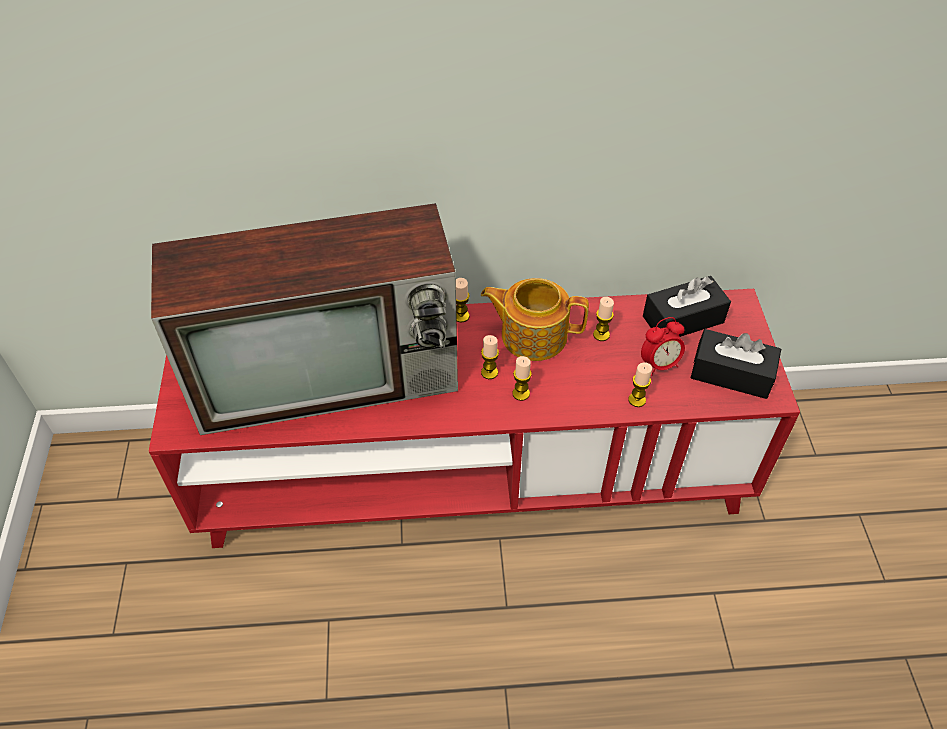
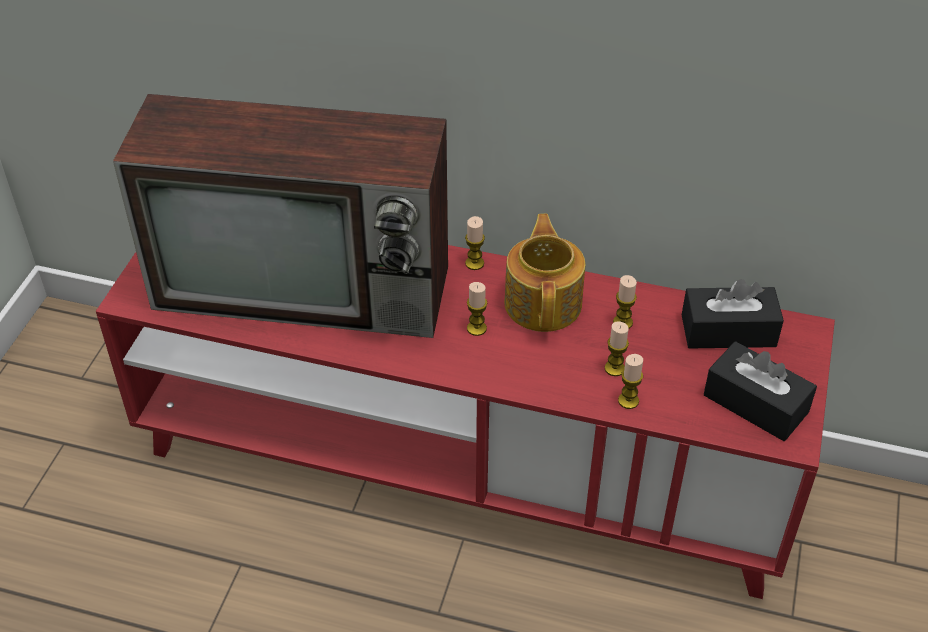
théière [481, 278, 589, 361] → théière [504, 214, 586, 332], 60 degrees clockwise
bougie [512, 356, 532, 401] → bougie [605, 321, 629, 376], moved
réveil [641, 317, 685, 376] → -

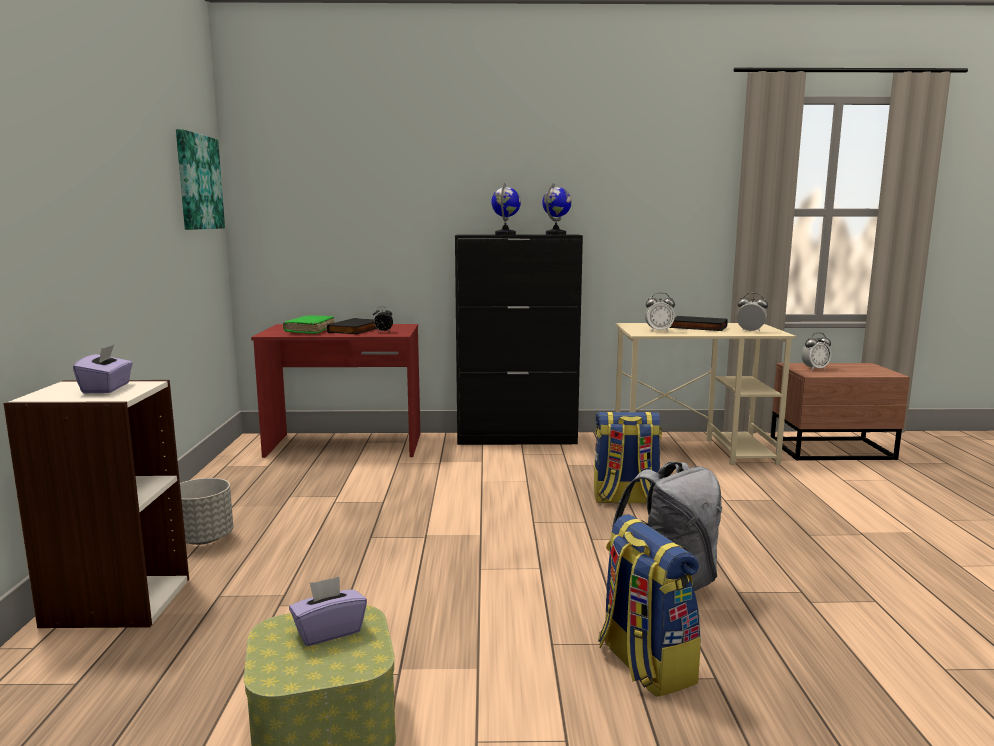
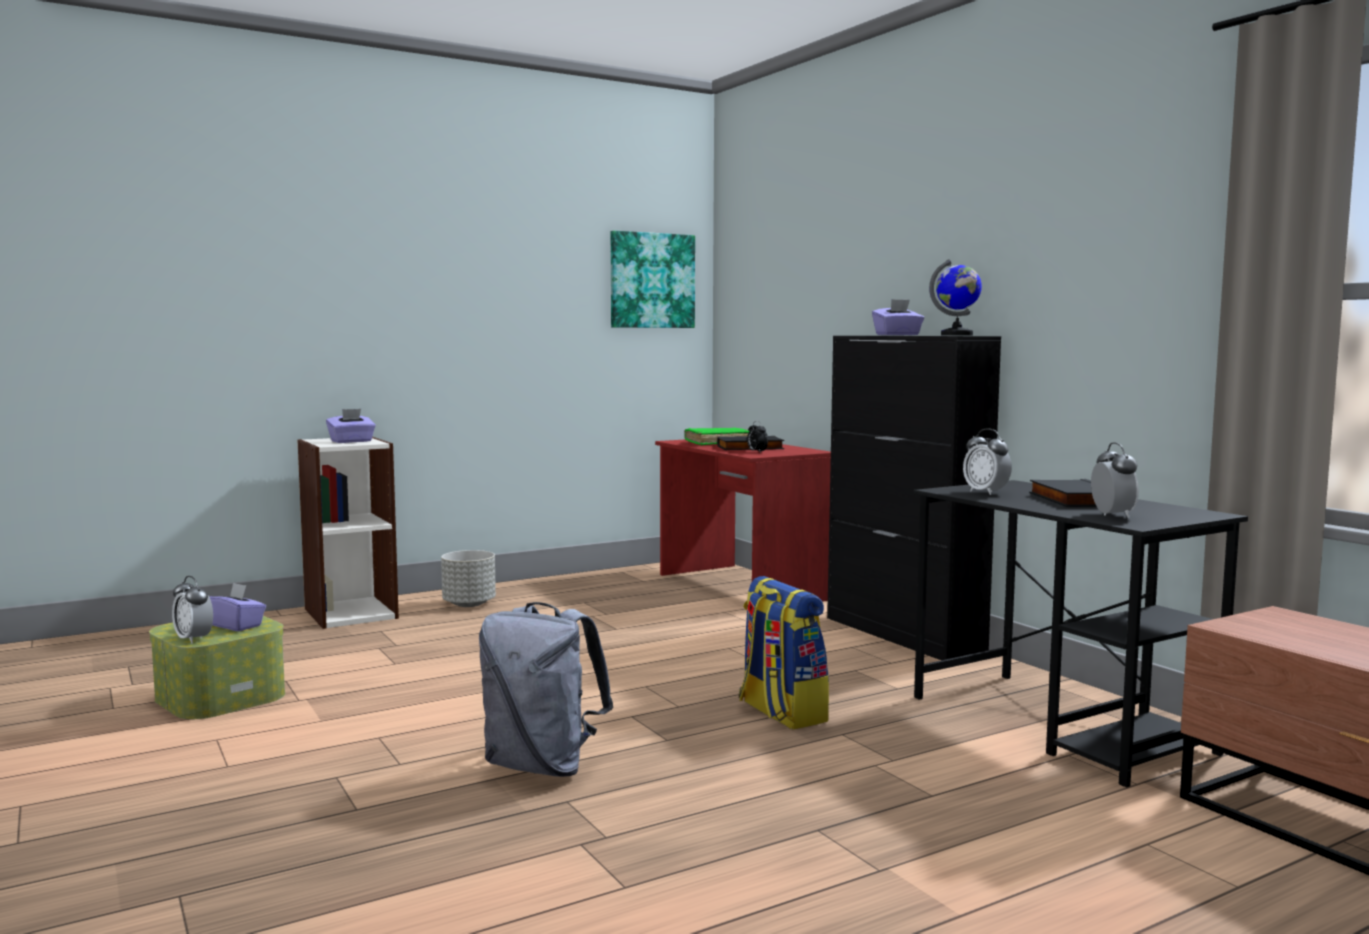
globe [491, 183, 521, 235] → boîte à mouchoirs/violet [872, 299, 924, 335]
sac à dos [598, 514, 701, 697] → -
bureau/beige [615, 323, 796, 465] → bureau/noir [914, 480, 1248, 788]
réveil [802, 333, 832, 370] → réveil [172, 576, 213, 644], moved

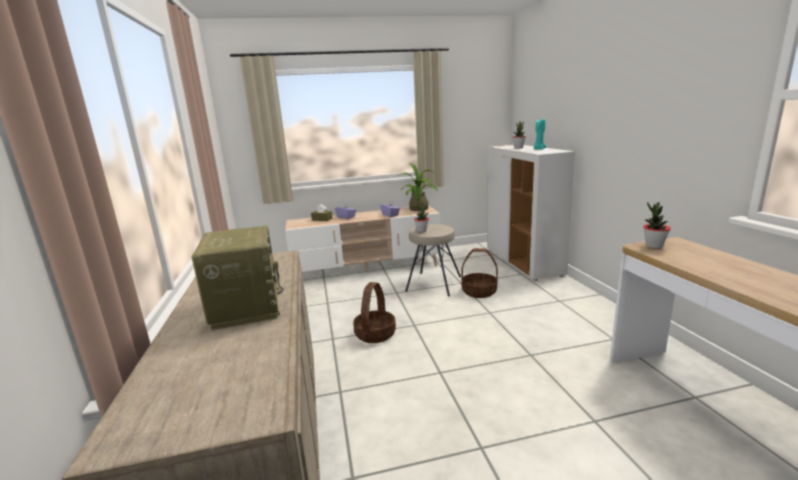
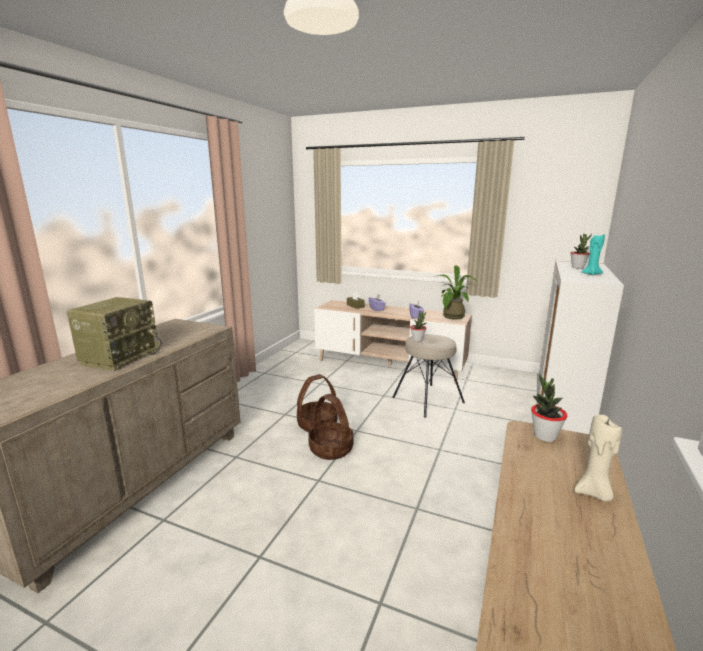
panier [462, 248, 498, 298] → panier [308, 394, 354, 460], moved
- → bougie/beige [574, 415, 622, 501]

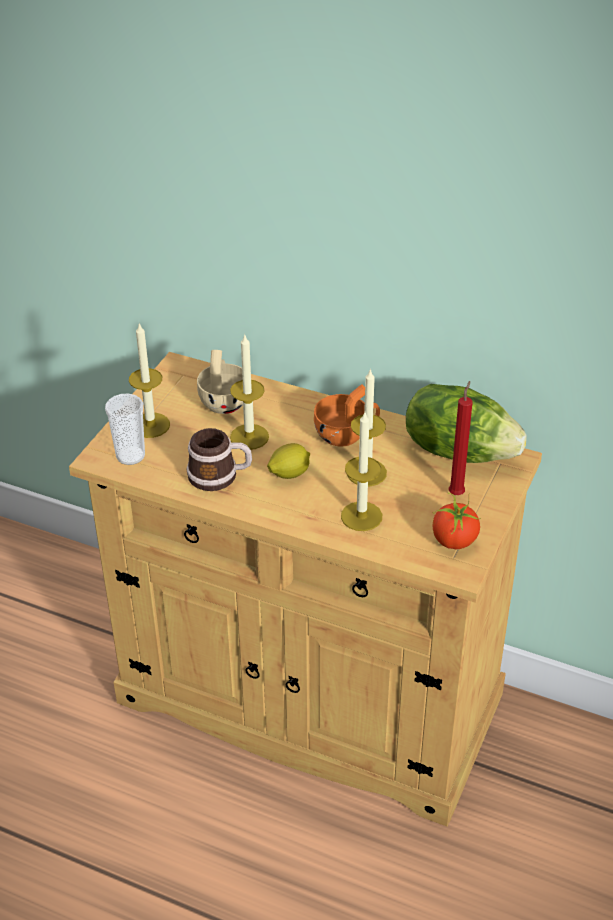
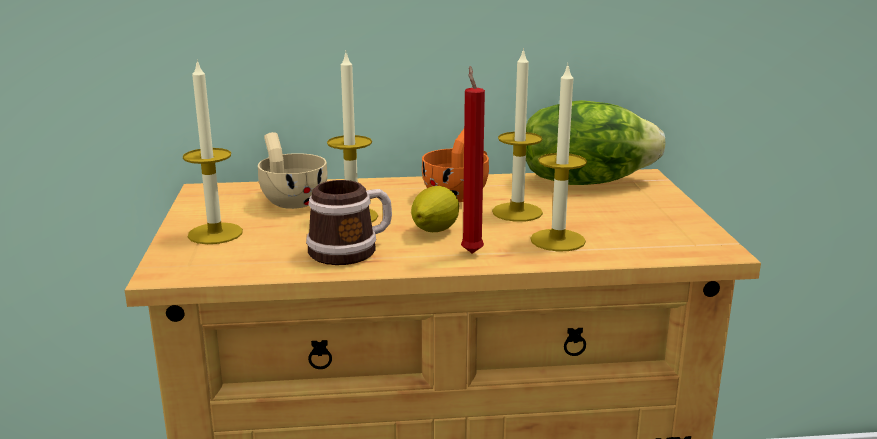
tasse [105, 394, 145, 465] → -
tomate [433, 493, 481, 549] → -
bougie/rouge [449, 381, 473, 495] → bougie/rouge [461, 66, 485, 254], moved

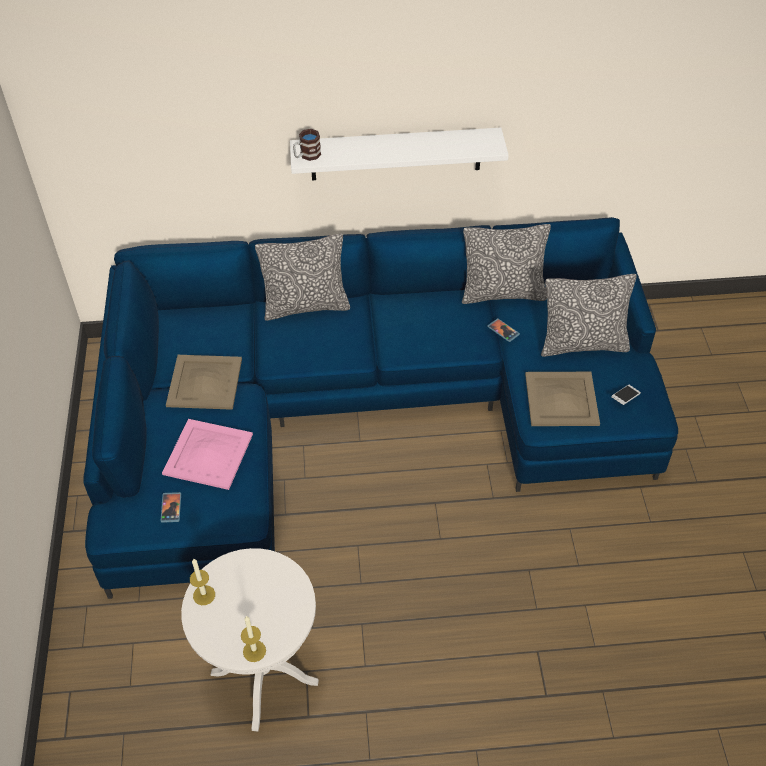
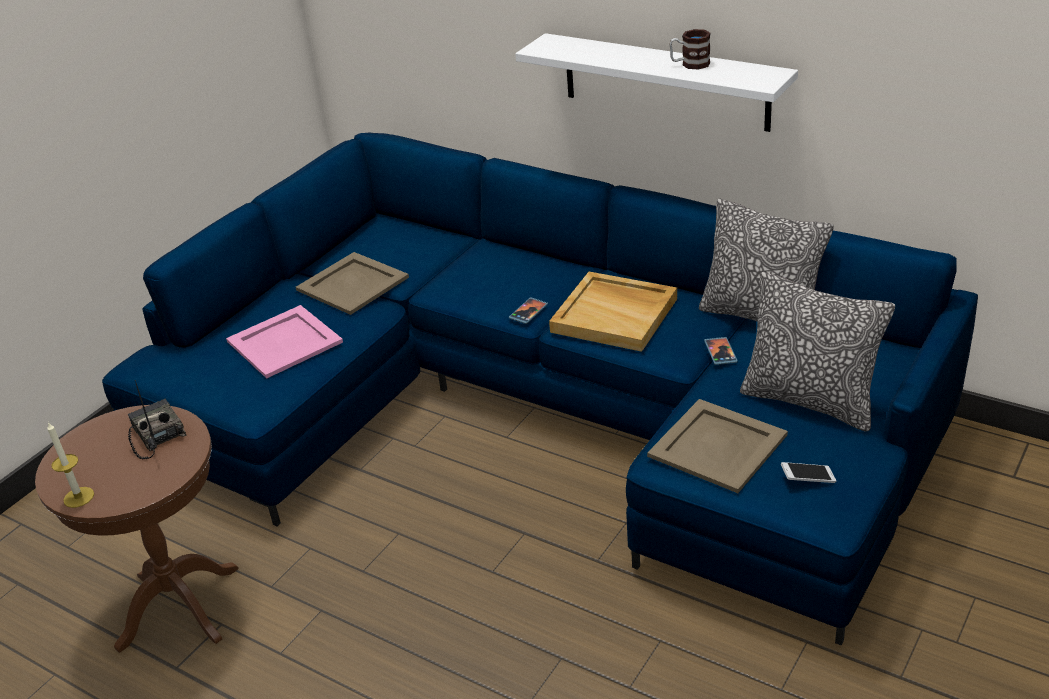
téléphone [161, 492, 181, 523] → téléphone [509, 297, 548, 324], moved
table d'appoint/blanc [181, 548, 319, 731] → table d'appoint/marron [35, 405, 239, 653]
bougie [190, 558, 215, 605] → -
coussin [255, 234, 350, 321] → -
mug [293, 129, 321, 161] → mug [670, 29, 710, 70], moved
- → radio [128, 380, 187, 459]
- → plateau/beige [549, 272, 677, 352]

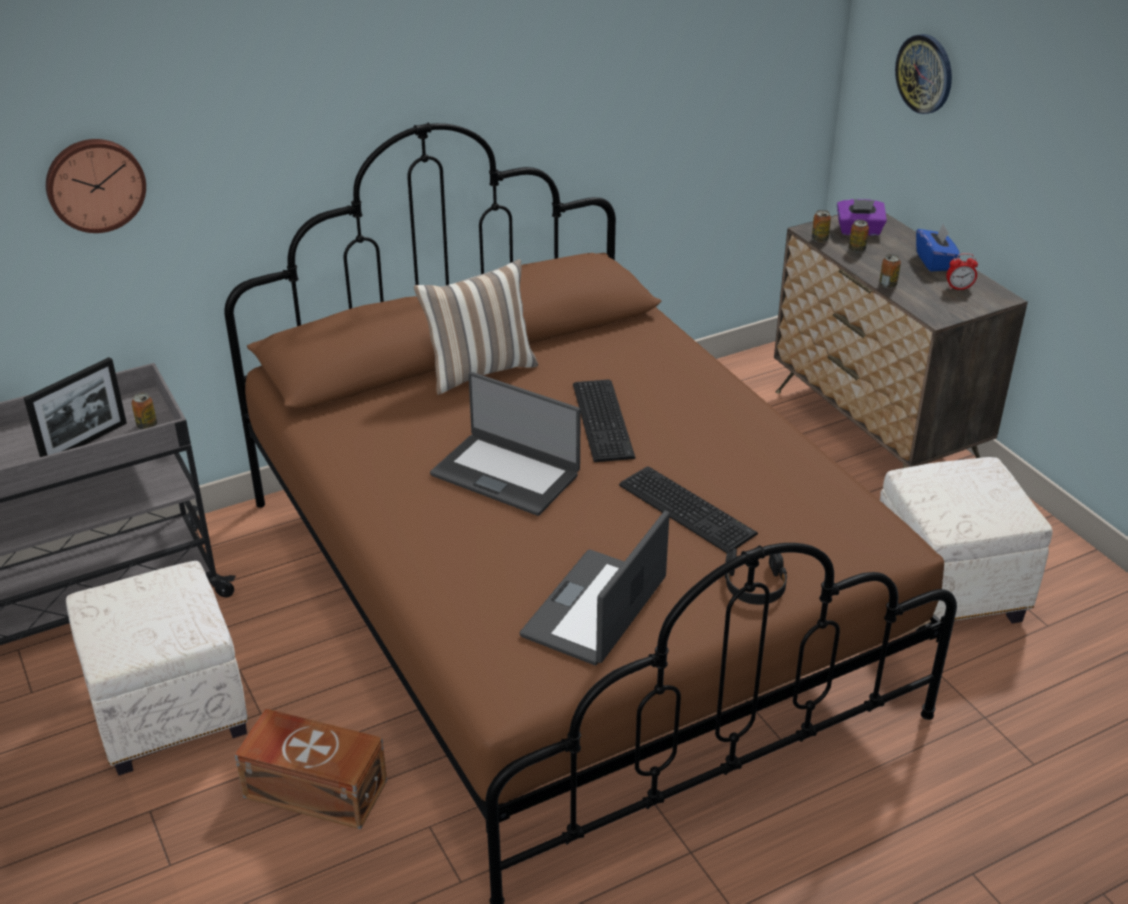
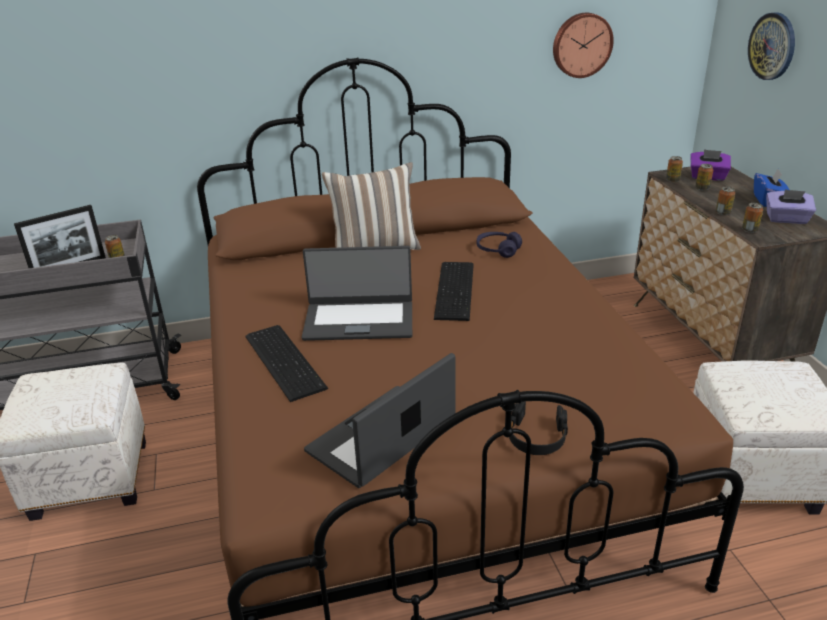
horloge murale [46, 139, 146, 233] → horloge murale [553, 13, 614, 78], moved
boîte de rangement/marron [235, 708, 387, 830] → -
ordinateur portable [430, 372, 581, 516] → ordinateur portable [302, 246, 412, 341], 45 degrees counterclockwise
clavier [619, 466, 758, 553] → clavier [245, 325, 328, 402], moved
réveil [946, 253, 978, 290] → boîte à mouchoirs/violet [766, 189, 816, 224]
- → casque audio/violet [477, 232, 522, 258]
- → boîte métallique [742, 203, 763, 233]

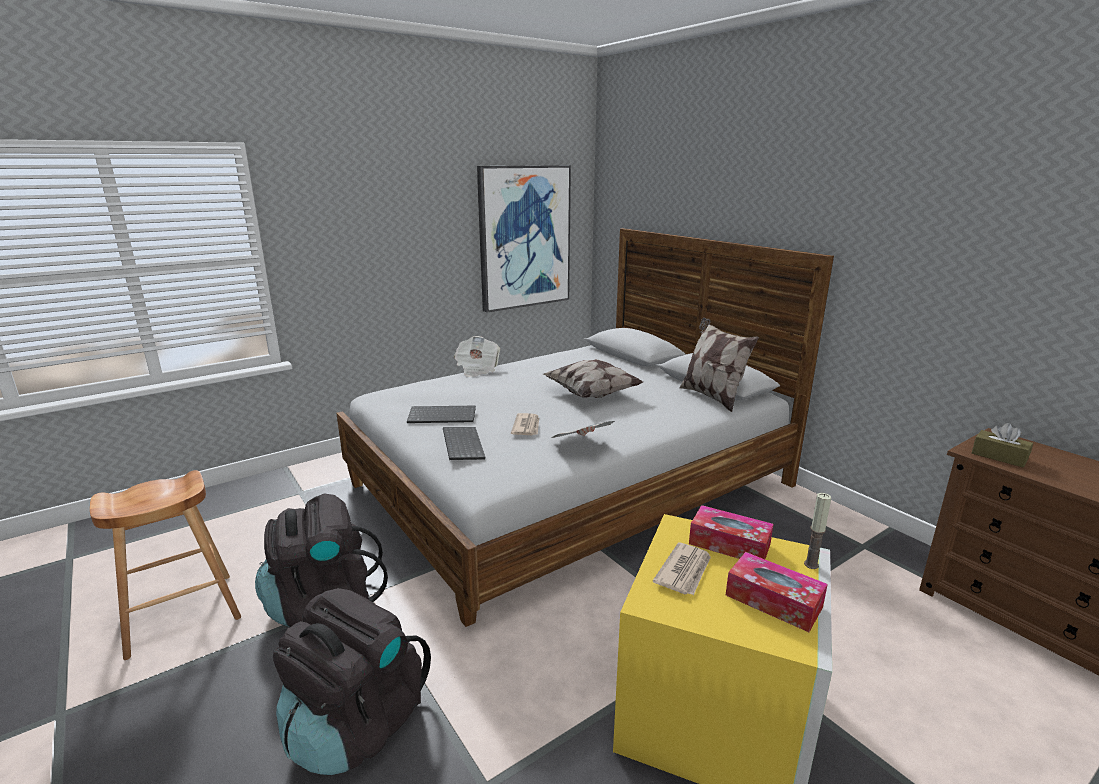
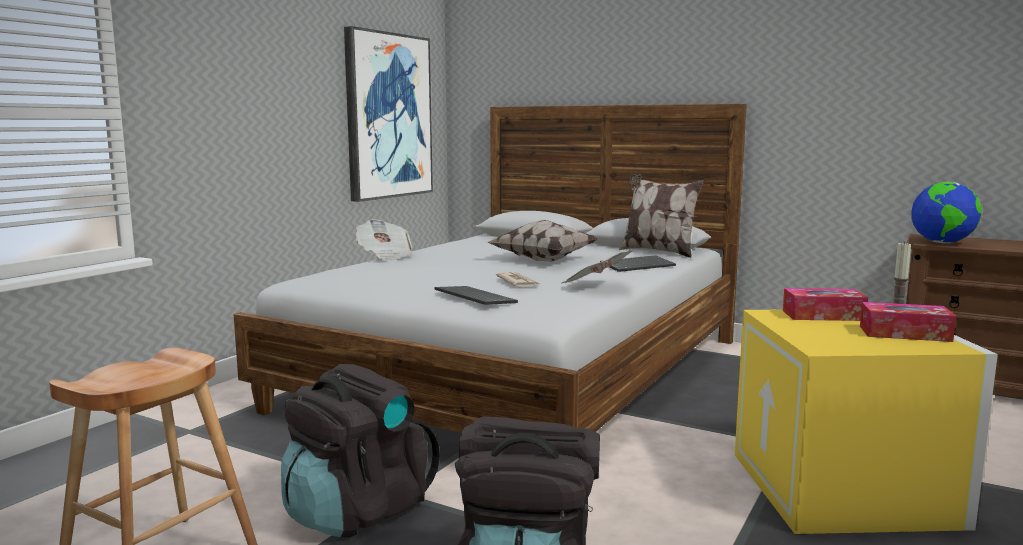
clavier [407, 405, 476, 423] → clavier [600, 255, 676, 272], moved
journal [653, 543, 711, 595] → -
boîte à mouchoirs/marron [972, 423, 1033, 467] → globe [911, 182, 981, 243]

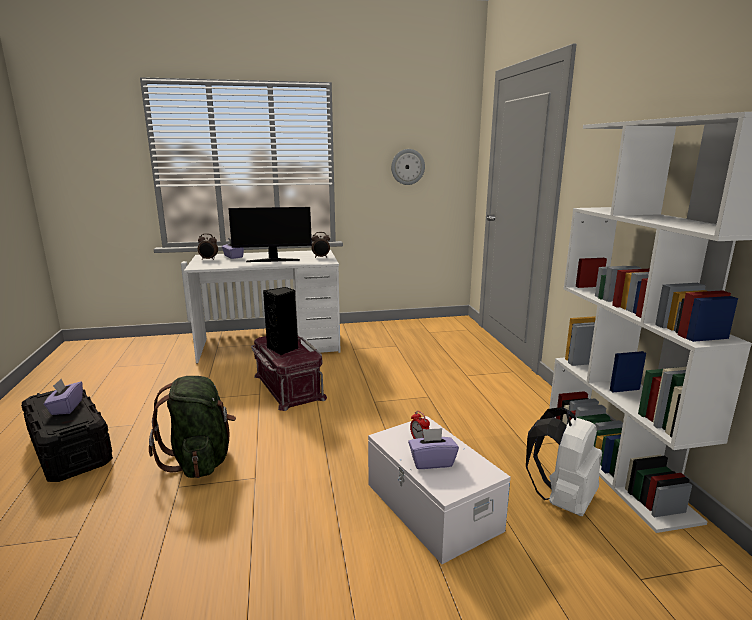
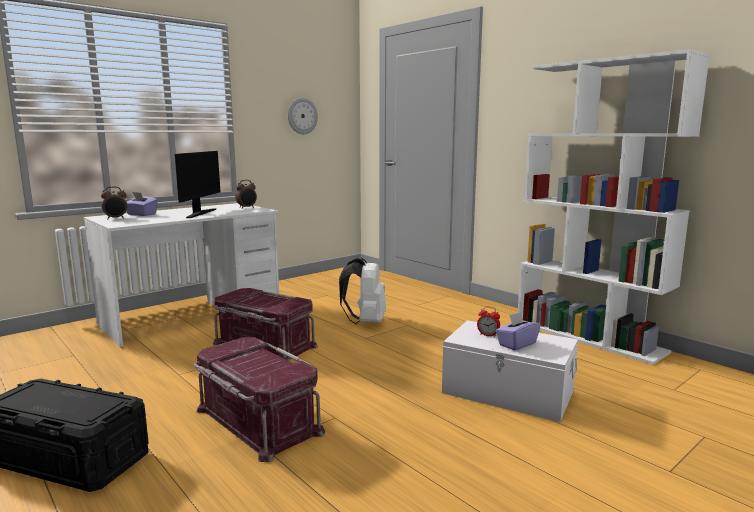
boîte à mouchoirs/violet [44, 379, 83, 415] → -
sac à dos/vert [149, 376, 236, 478] → boîte de rangement/rouge [194, 337, 325, 462]
écran d'ordinateur [228, 207, 312, 262] → écran d'ordinateur [175, 151, 220, 218], 45 degrees counterclockwise
enceinte/noir [263, 287, 298, 355] → -
sac à dos/blanc [526, 407, 602, 516] → sac à dos/blanc [339, 258, 386, 324], moved

